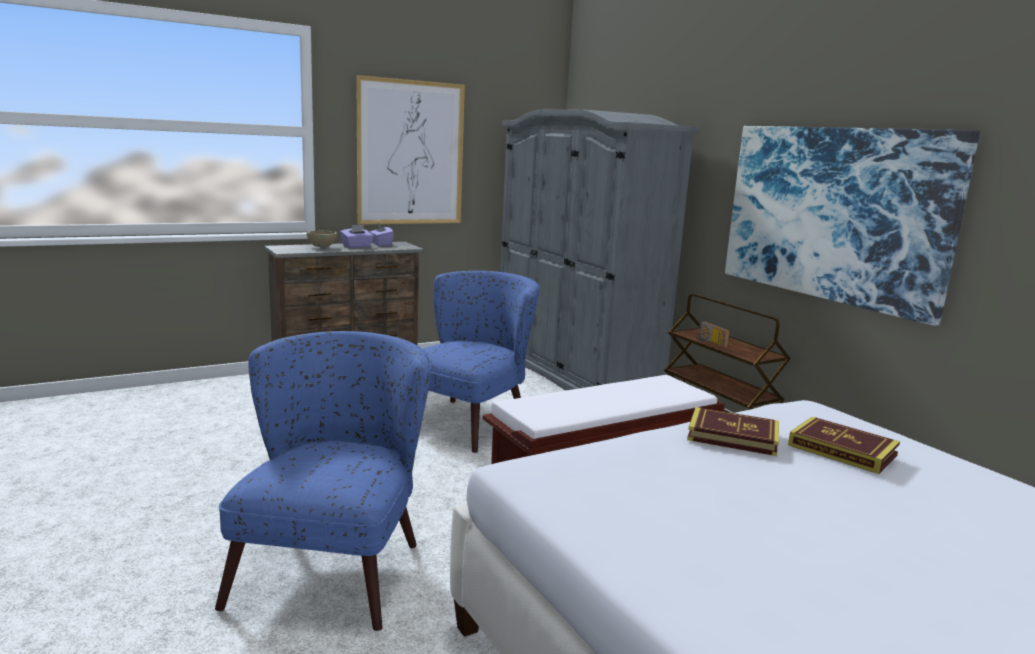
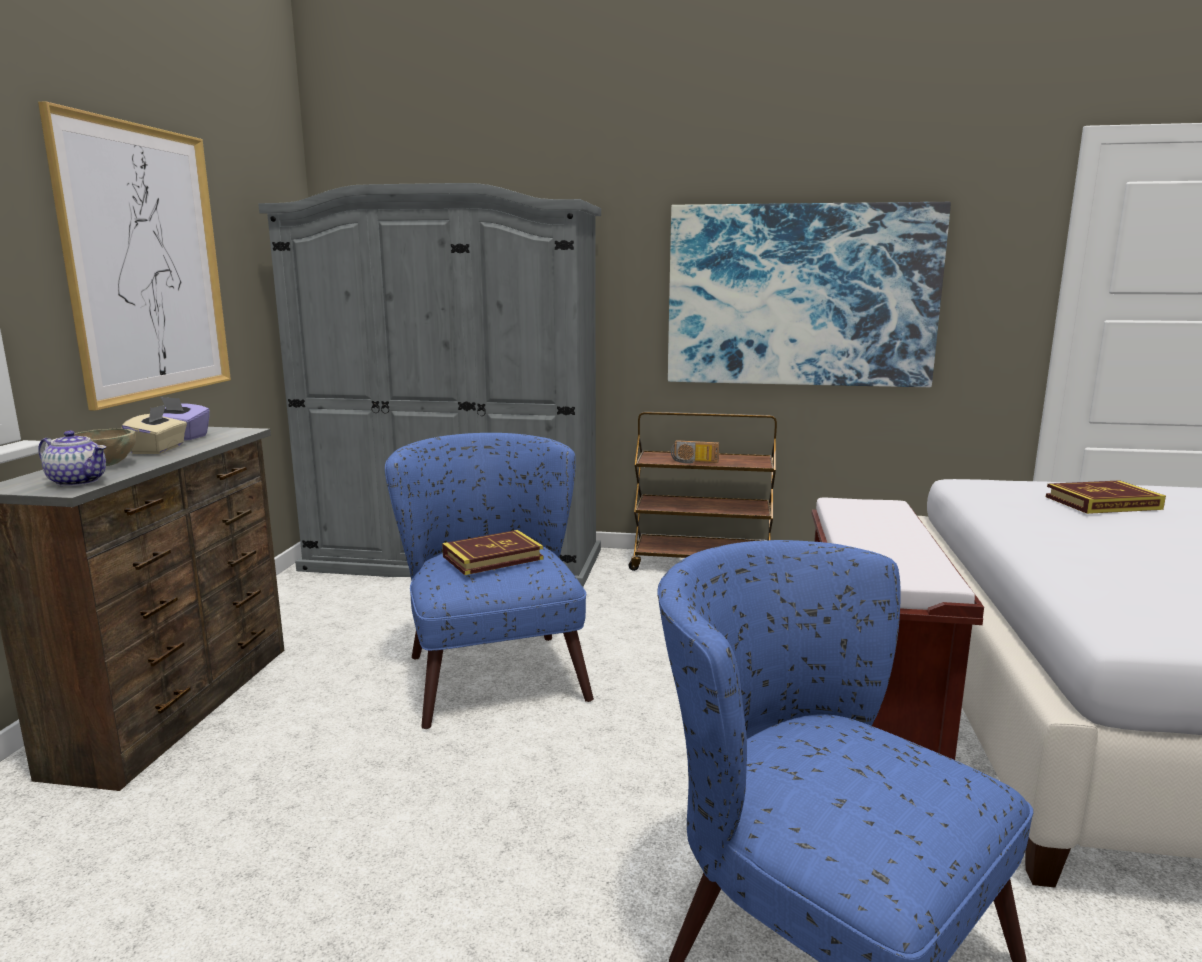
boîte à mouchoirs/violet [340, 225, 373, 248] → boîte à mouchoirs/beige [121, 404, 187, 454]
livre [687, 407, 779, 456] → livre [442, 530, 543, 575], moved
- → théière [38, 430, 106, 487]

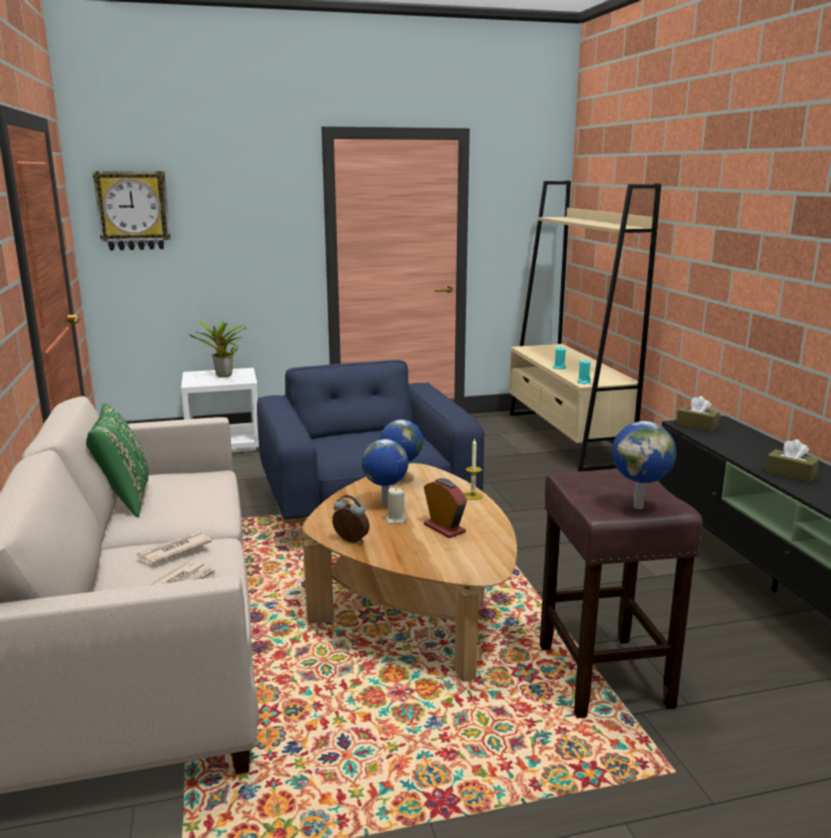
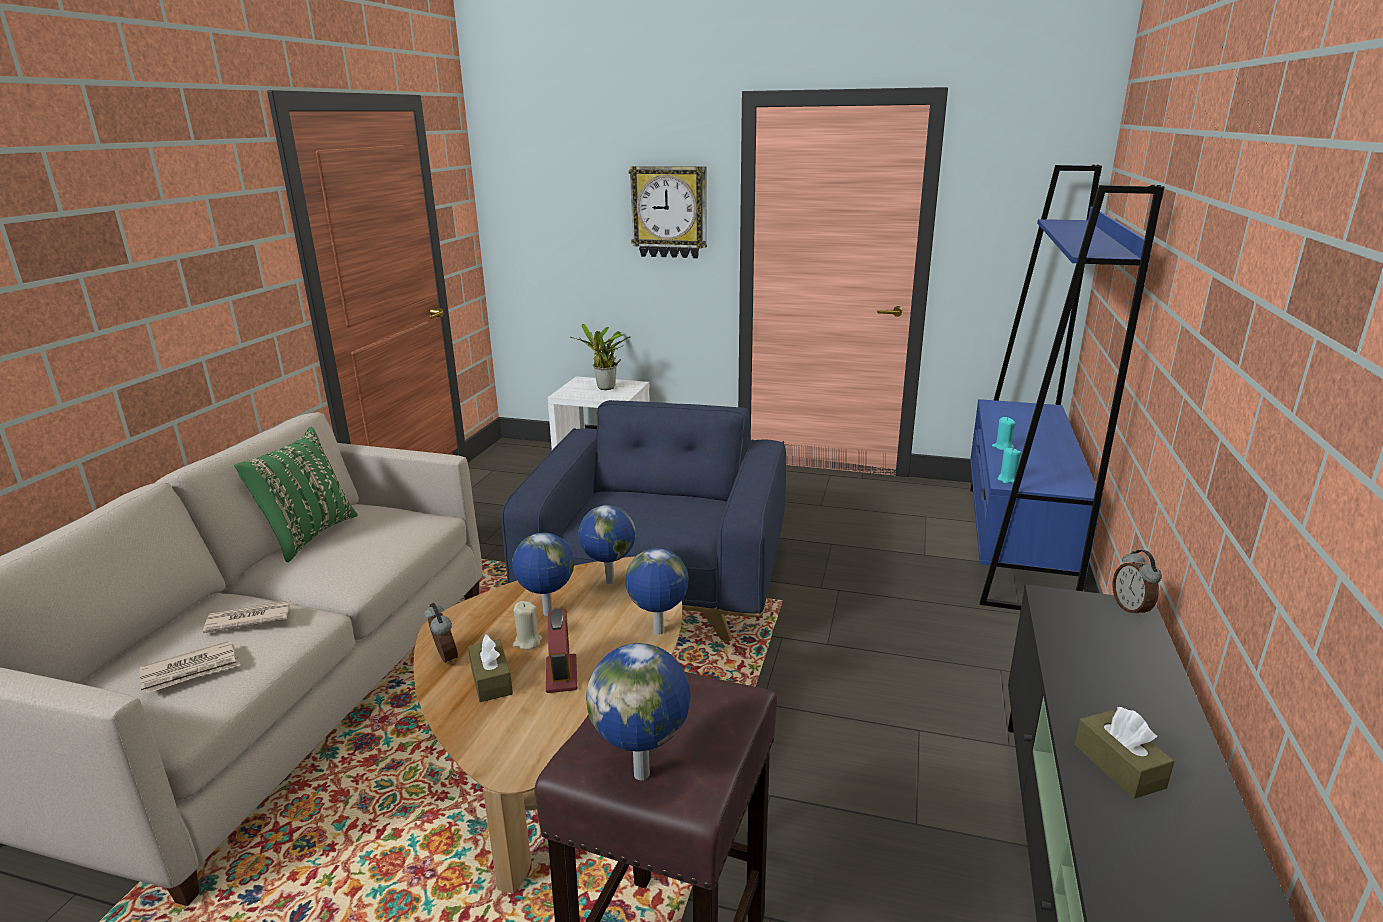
horloge murale [93, 171, 171, 251] → horloge murale [629, 166, 707, 258], moved
bougie [464, 438, 483, 500] → globe [625, 548, 688, 635]
bibliothèque/beige [509, 180, 661, 472] → bibliothèque/bleu [970, 165, 1164, 610]
boîte à mouchoirs/marron [676, 396, 720, 432] → boîte à mouchoirs/marron [468, 635, 513, 702], moved
- → réveil [1112, 550, 1162, 618]

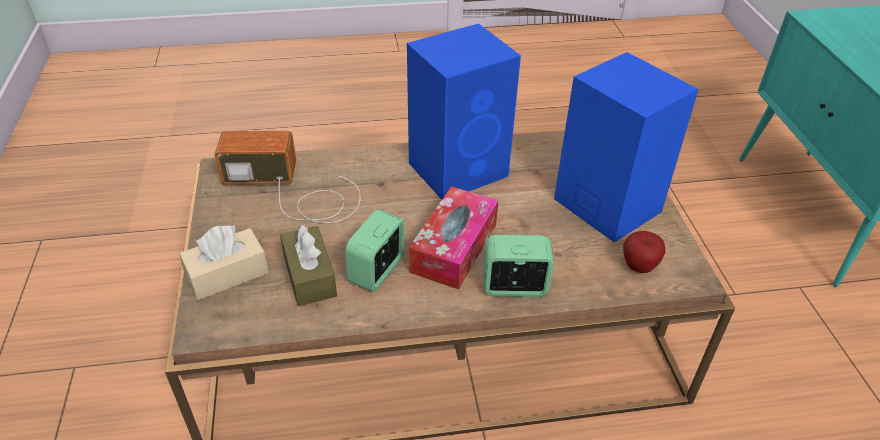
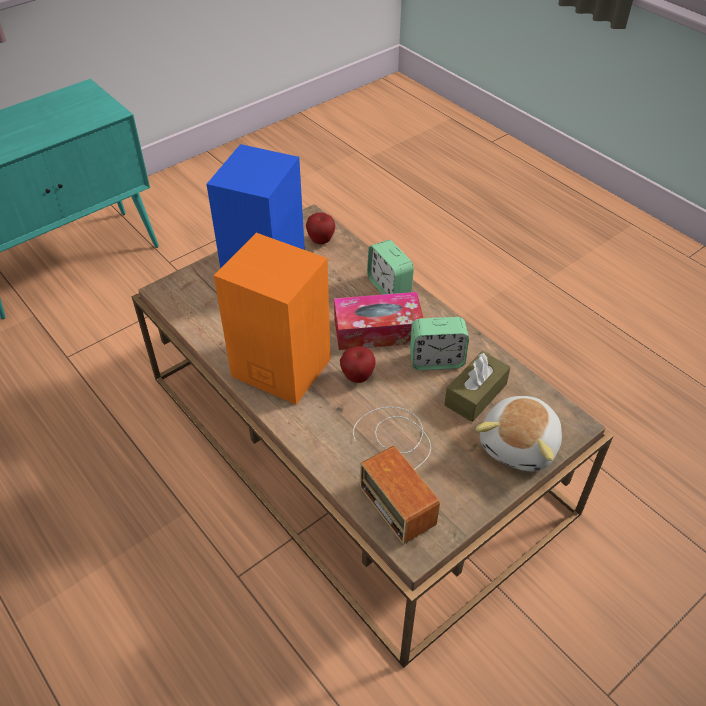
boîte à mouchoirs/beige [179, 225, 269, 300] → peluche [476, 396, 562, 471]
enceinte/bleu [407, 23, 521, 200] → enceinte/orange [214, 233, 331, 405]
- → pomme [340, 346, 376, 383]

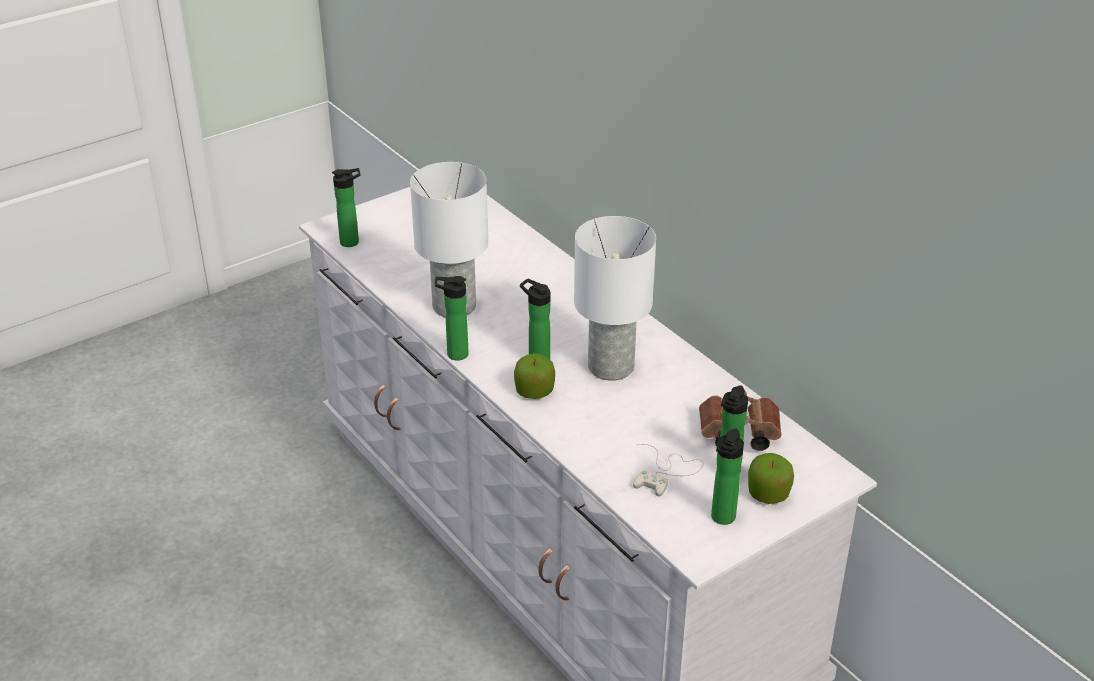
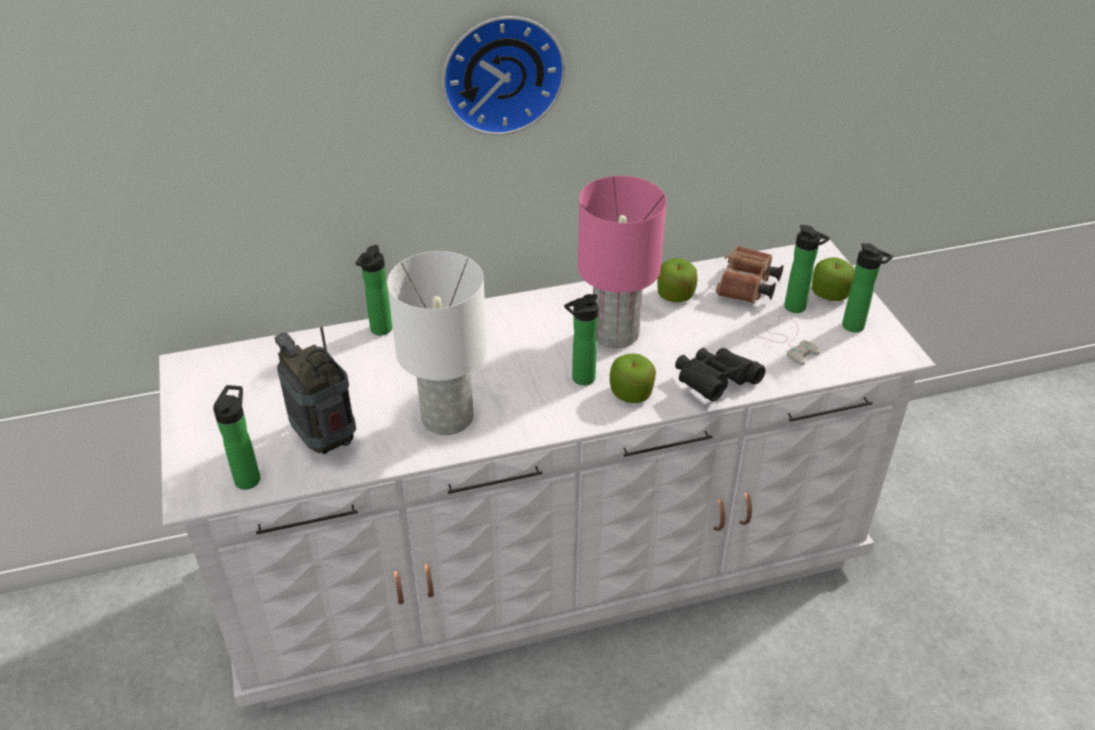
bouteille [435, 276, 468, 361] → bouteille [356, 245, 392, 335], moved
lampe de table/blanc [574, 216, 656, 381] → lampe de table/rose [578, 176, 666, 348]
- → radio [275, 326, 356, 454]
- → horloge murale [442, 16, 565, 135]
- → pomme [657, 258, 698, 302]
- → jumelles/noir [675, 348, 765, 401]

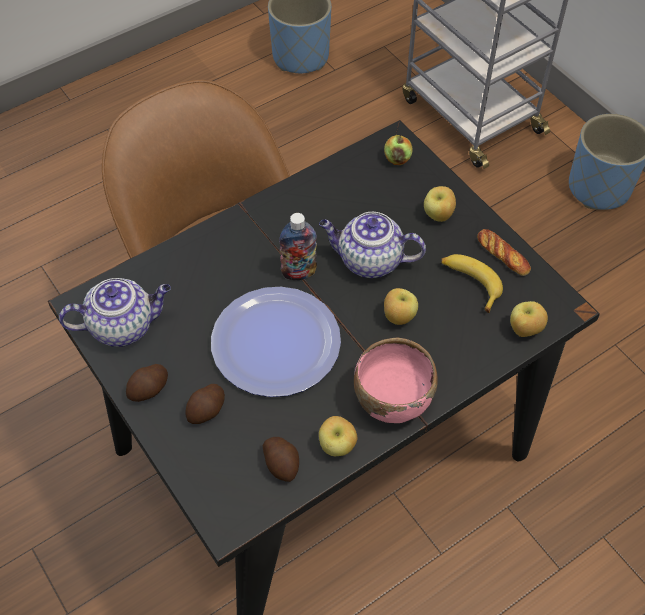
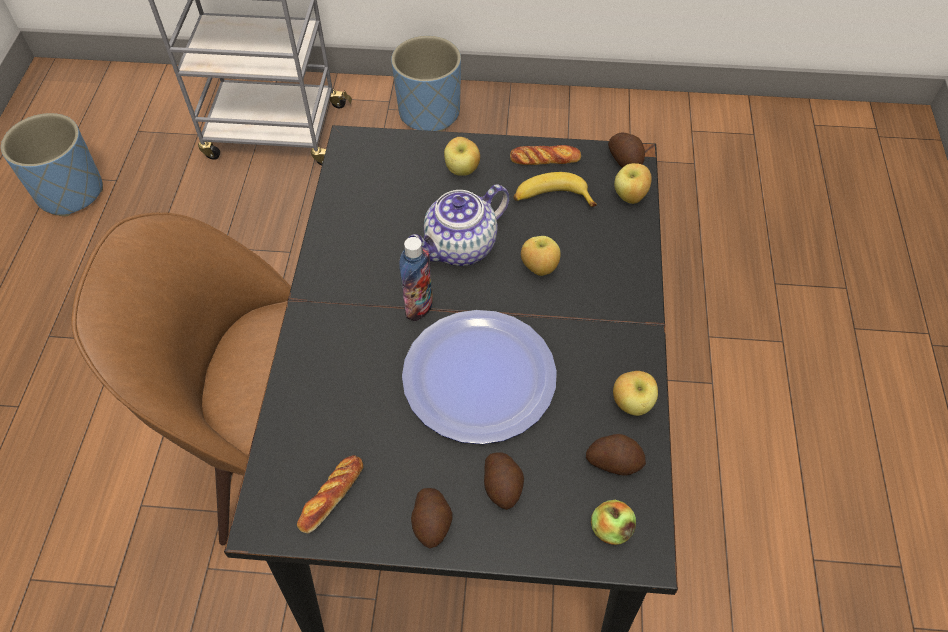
théière [59, 278, 171, 347] → pain [297, 455, 363, 533]
bol/rose [354, 338, 438, 423] → -
pomme [384, 135, 413, 165] → pomme [591, 500, 636, 545], moved
- → pomme de terre [608, 132, 645, 168]

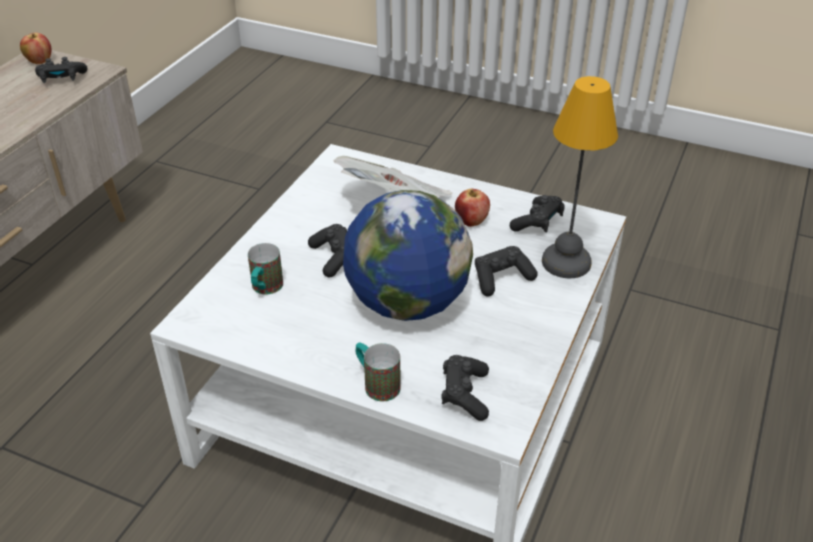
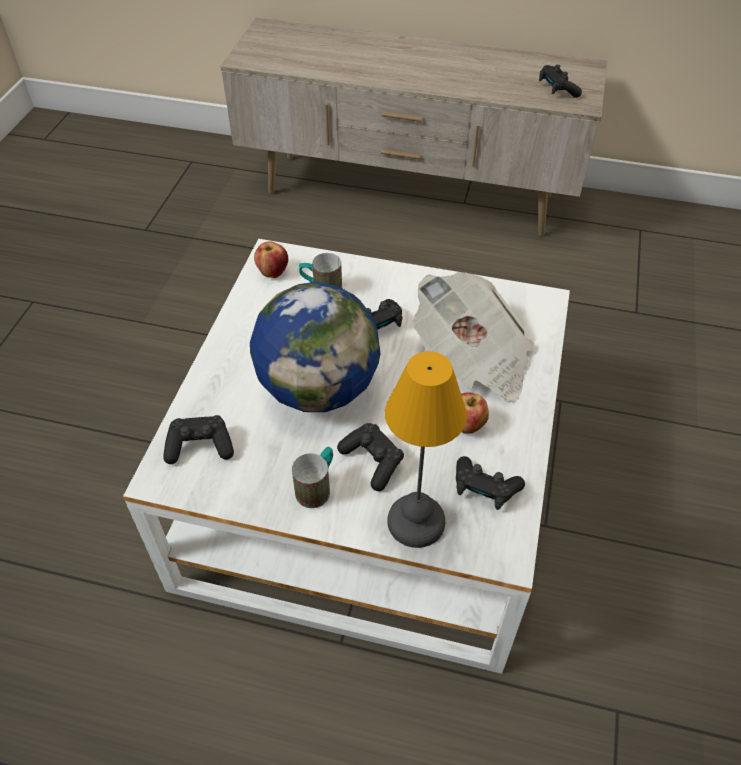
pomme [20, 33, 51, 64] → pomme [254, 242, 288, 278], moved
mug [356, 342, 400, 401] → mug [292, 447, 333, 508], moved

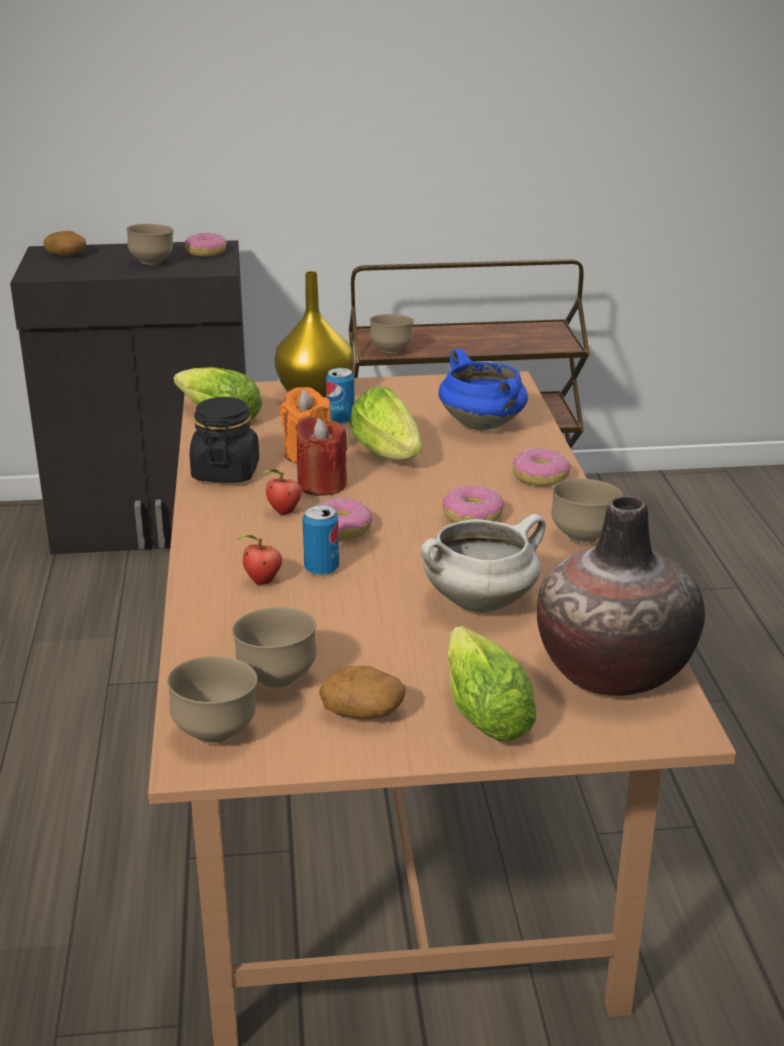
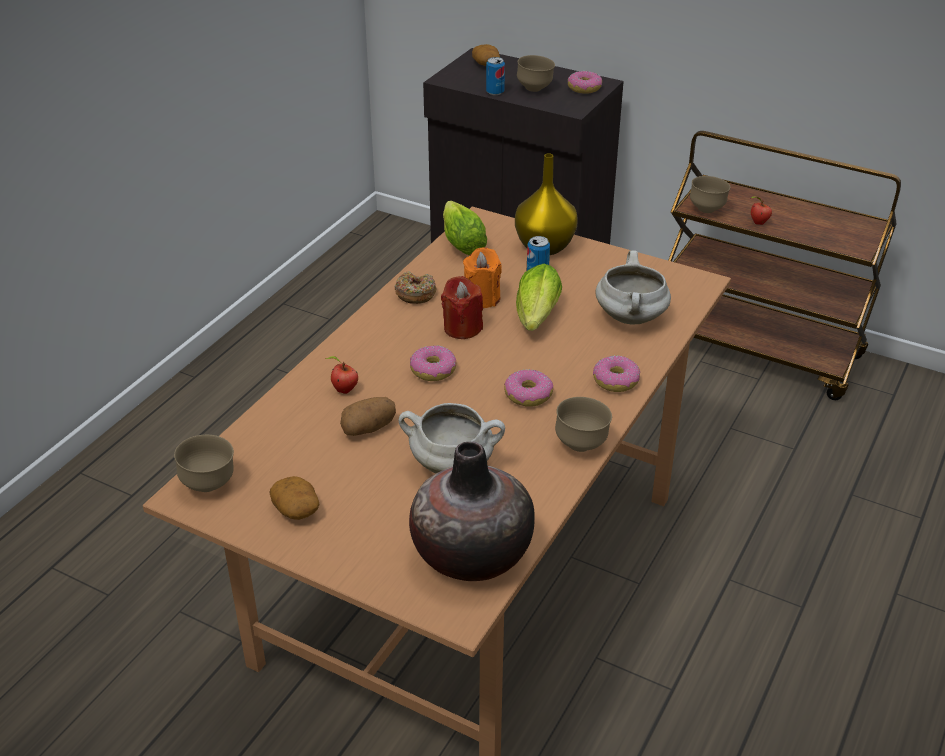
bocal/noir [189, 397, 259, 483] → beignet [395, 271, 436, 304]
bol/marron [232, 607, 316, 688] → -
pomme [263, 469, 302, 515] → pomme [751, 196, 772, 225], moved
boîte métallique [302, 505, 339, 576] → boîte métallique [486, 57, 505, 95], moved
marmite/bleu [439, 349, 528, 430] → marmite/blanc [595, 250, 671, 324]
laitue [447, 626, 536, 741] → -
- → pomme de terre [340, 397, 396, 436]

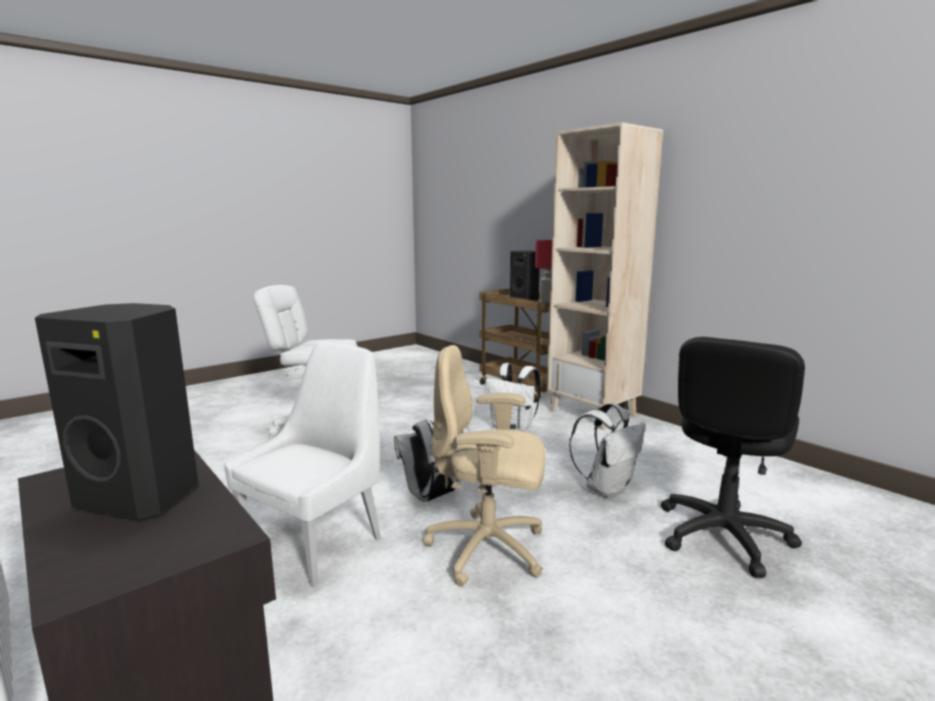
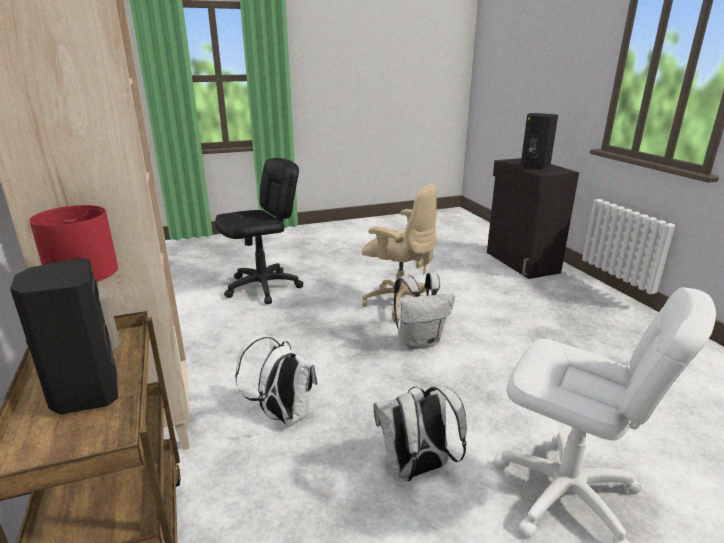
chaise/blanc [224, 342, 381, 587] → -
sac à dos/blanc [569, 403, 645, 498] → sac à dos/blanc [374, 385, 467, 481], moved

